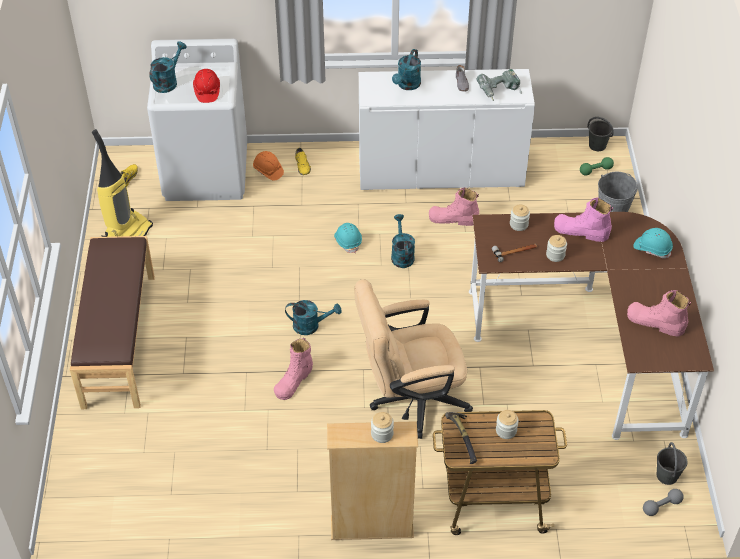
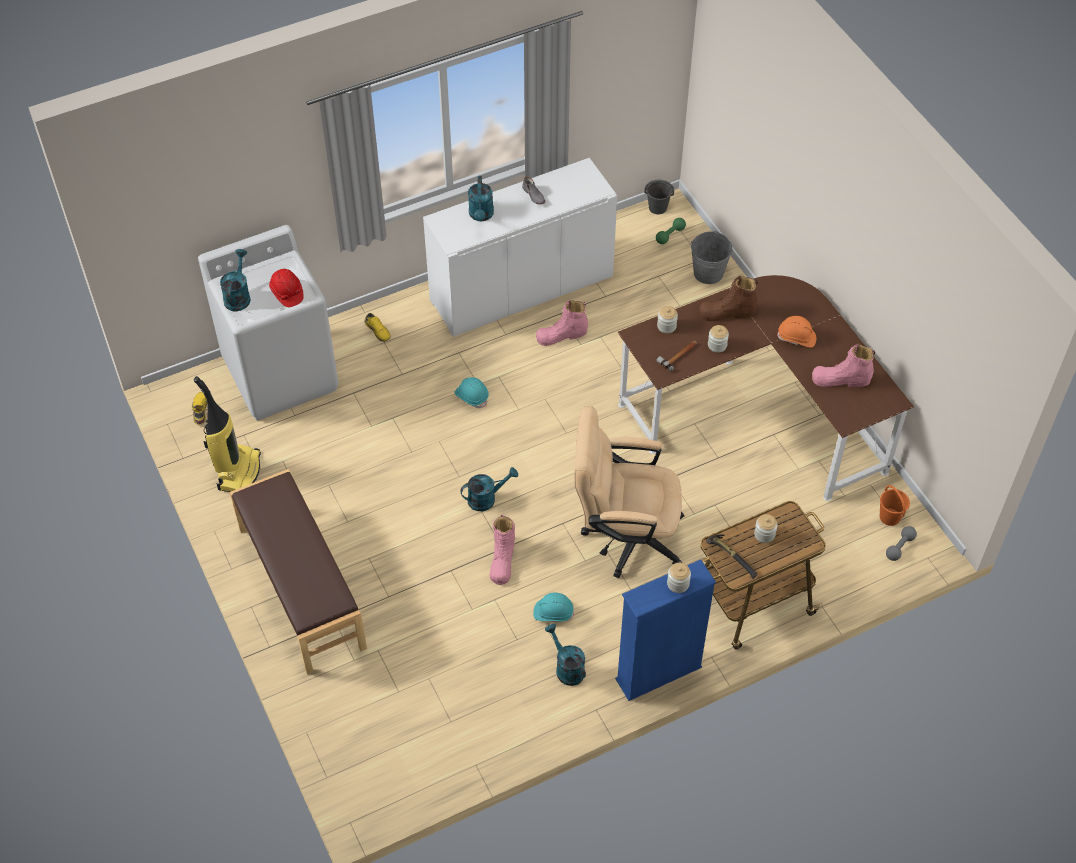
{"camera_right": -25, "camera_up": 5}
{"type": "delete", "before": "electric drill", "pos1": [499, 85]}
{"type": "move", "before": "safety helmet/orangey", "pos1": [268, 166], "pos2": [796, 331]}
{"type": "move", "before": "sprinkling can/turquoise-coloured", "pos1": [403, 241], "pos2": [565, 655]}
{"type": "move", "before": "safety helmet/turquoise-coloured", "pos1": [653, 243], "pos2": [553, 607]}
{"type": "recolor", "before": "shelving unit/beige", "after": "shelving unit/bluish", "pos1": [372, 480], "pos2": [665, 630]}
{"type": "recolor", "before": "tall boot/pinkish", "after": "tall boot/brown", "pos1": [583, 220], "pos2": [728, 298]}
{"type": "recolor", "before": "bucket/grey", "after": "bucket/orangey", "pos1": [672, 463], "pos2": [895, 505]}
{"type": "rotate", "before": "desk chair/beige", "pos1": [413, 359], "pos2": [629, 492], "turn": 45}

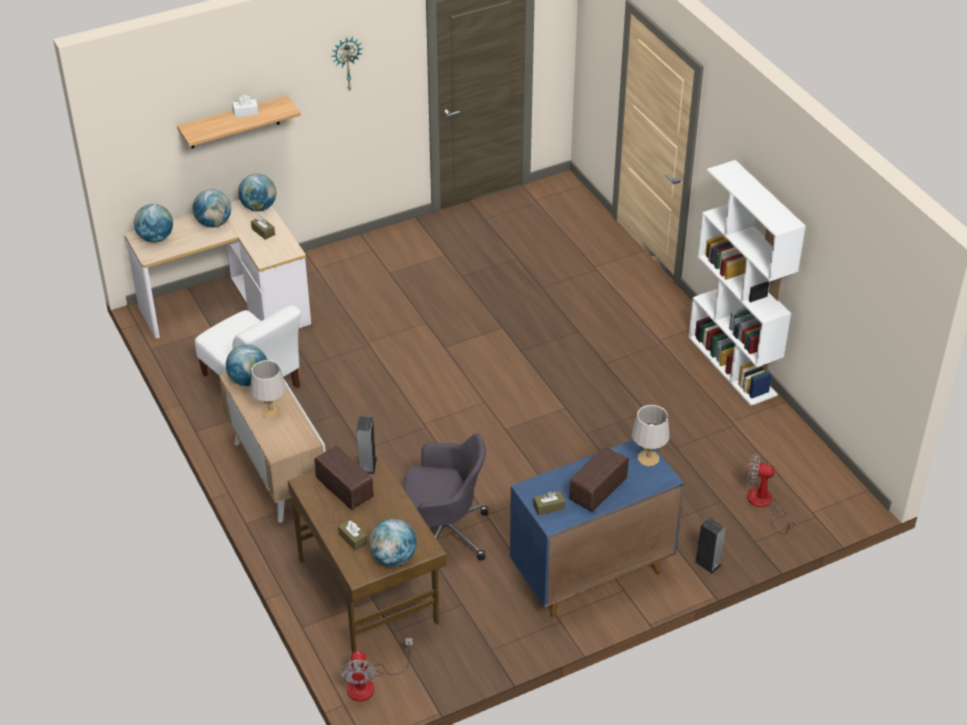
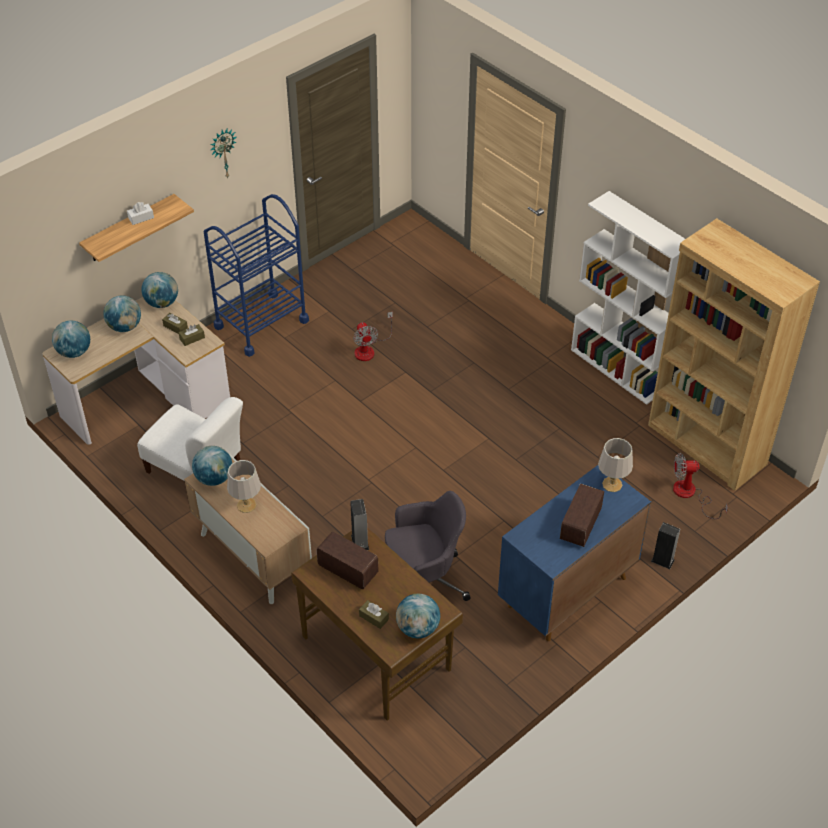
{"camera_right": -15, "camera_up": 5}
{"type": "insert", "after": "trolley/bluish", "pos2": [256, 275]}
{"type": "insert", "after": "shelving unit/brown", "pos2": [734, 354]}
{"type": "move", "before": "fan", "pos1": [376, 669], "pos2": [373, 336]}
{"type": "move", "before": "tissue box/brown", "pos1": [549, 503], "pos2": [192, 335]}

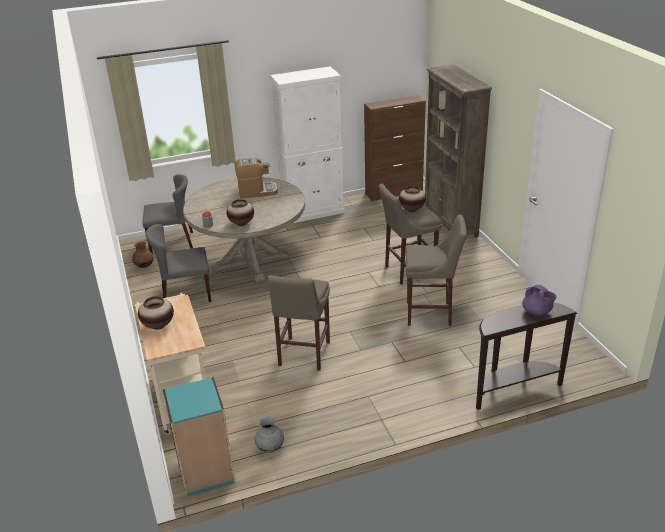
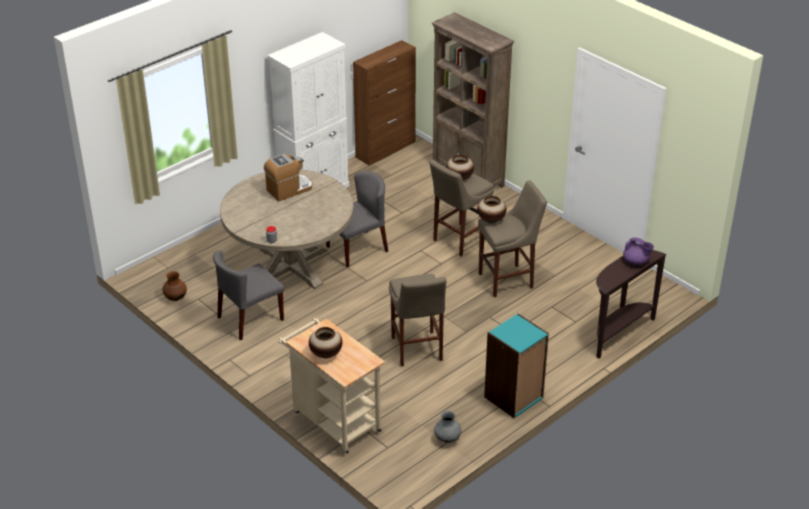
{"camera_right": -25, "camera_up": 5}
{"type": "move", "before": "chair/grey", "pos1": [168, 214], "pos2": [357, 219]}
{"type": "move", "before": "shelving unit/turquoise-coloured", "pos1": [199, 437], "pos2": [516, 365]}
{"type": "move", "before": "vase", "pos1": [240, 212], "pos2": [491, 210]}

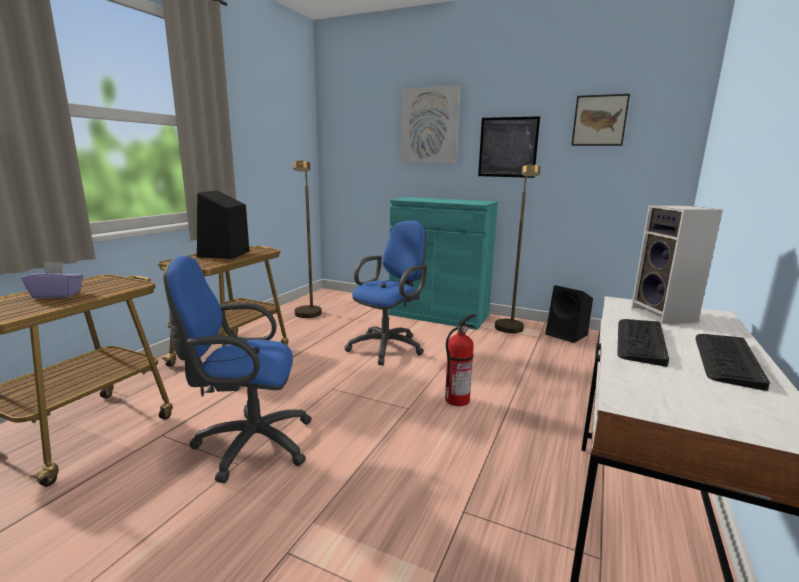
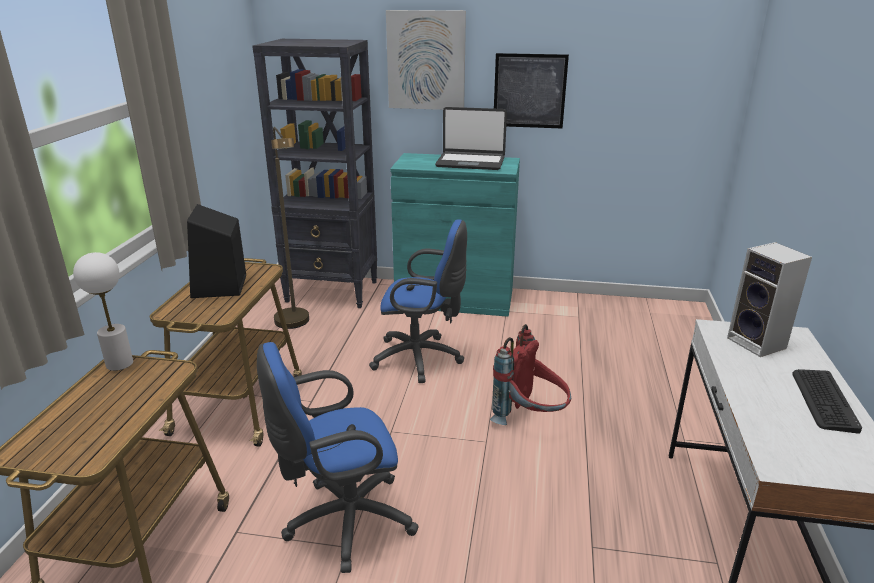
{"camera_right": -15, "camera_up": 10}
{"type": "delete", "before": "tissue box/purplish", "pos1": [52, 280]}
{"type": "delete", "before": "standard lamp/brown", "pos1": [517, 248]}
{"type": "delete", "before": "speaker/black-coloured", "pos1": [569, 314]}
{"type": "delete", "before": "picture", "pos1": [600, 120]}
{"type": "delete", "before": "PC keyboard", "pos1": [643, 343]}
{"type": "insert", "after": "table lamp/white", "pos2": [103, 311]}
{"type": "insert", "after": "shelving unit/black-coloured", "pos2": [314, 173]}
{"type": "insert", "after": "notebook computer", "pos2": [471, 138]}
{"type": "replace", "before": "fire-fighting cylinder", "after": "rucksack/red-coloured", "pos1": [461, 360], "pos2": [530, 374]}
{"type": "rotate", "before": "desk chair/bluish", "pos1": [385, 293], "pos2": [418, 301], "turn": 75}

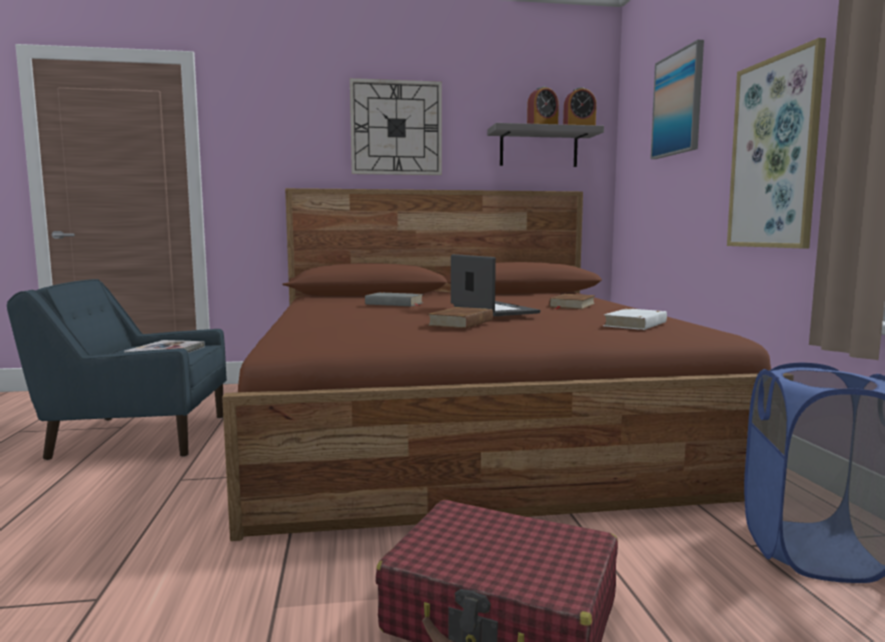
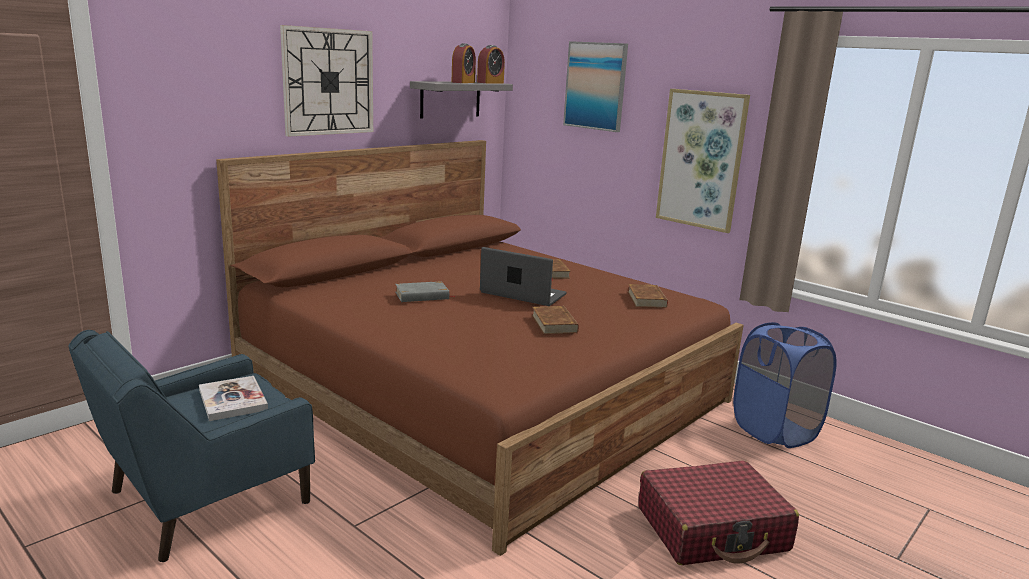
{"camera_right": -40, "camera_up": 10}
{"type": "recolor", "before": "book/white", "after": "book/brown", "pos1": [635, 319], "pos2": [647, 296]}

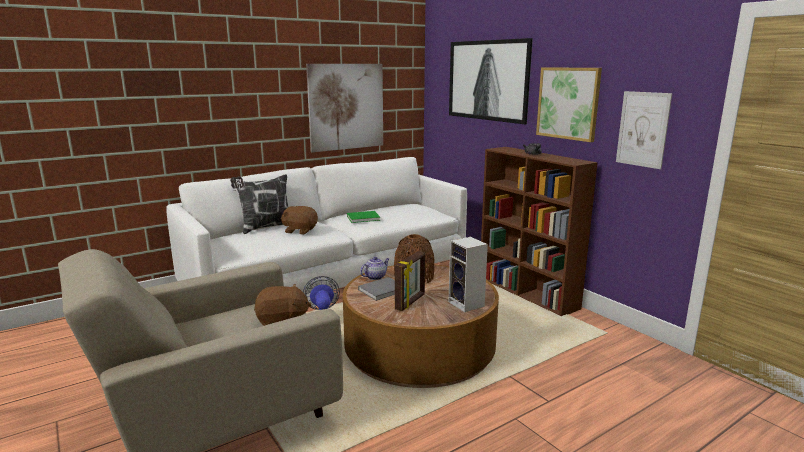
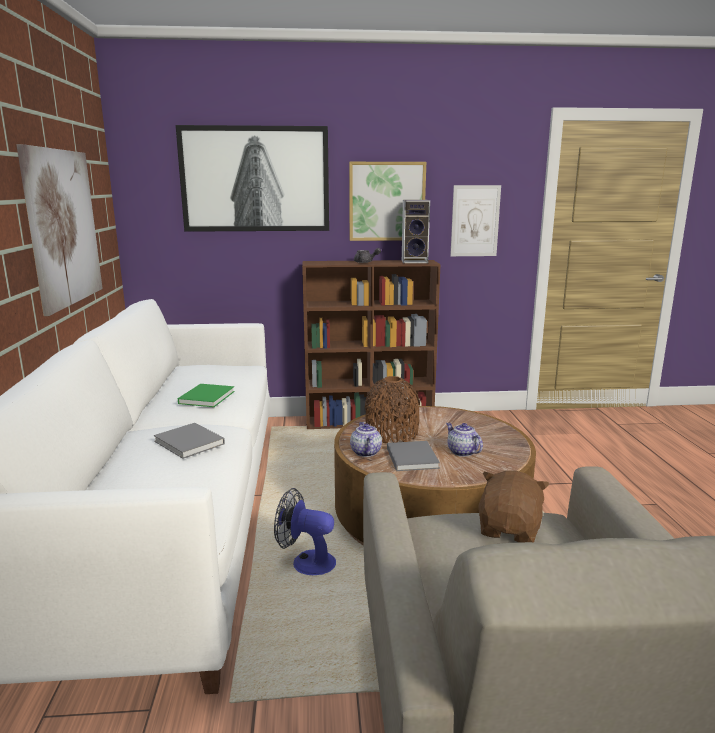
{"camera_right": -60, "camera_up": 0}
{"type": "delete", "before": "throw pillow", "pos1": [259, 204]}
{"type": "move", "before": "speaker", "pos1": [468, 274], "pos2": [416, 231]}
{"type": "replace", "before": "plush toy/brown", "after": "book/grey", "pos1": [299, 220], "pos2": [189, 441]}
{"type": "replace", "before": "picture frame", "after": "tea pot", "pos1": [410, 281], "pos2": [464, 440]}

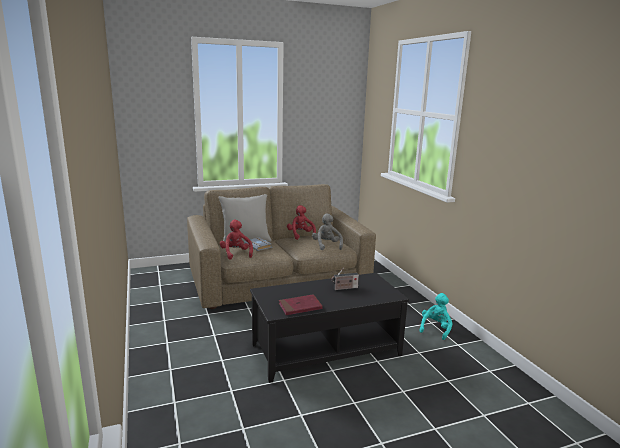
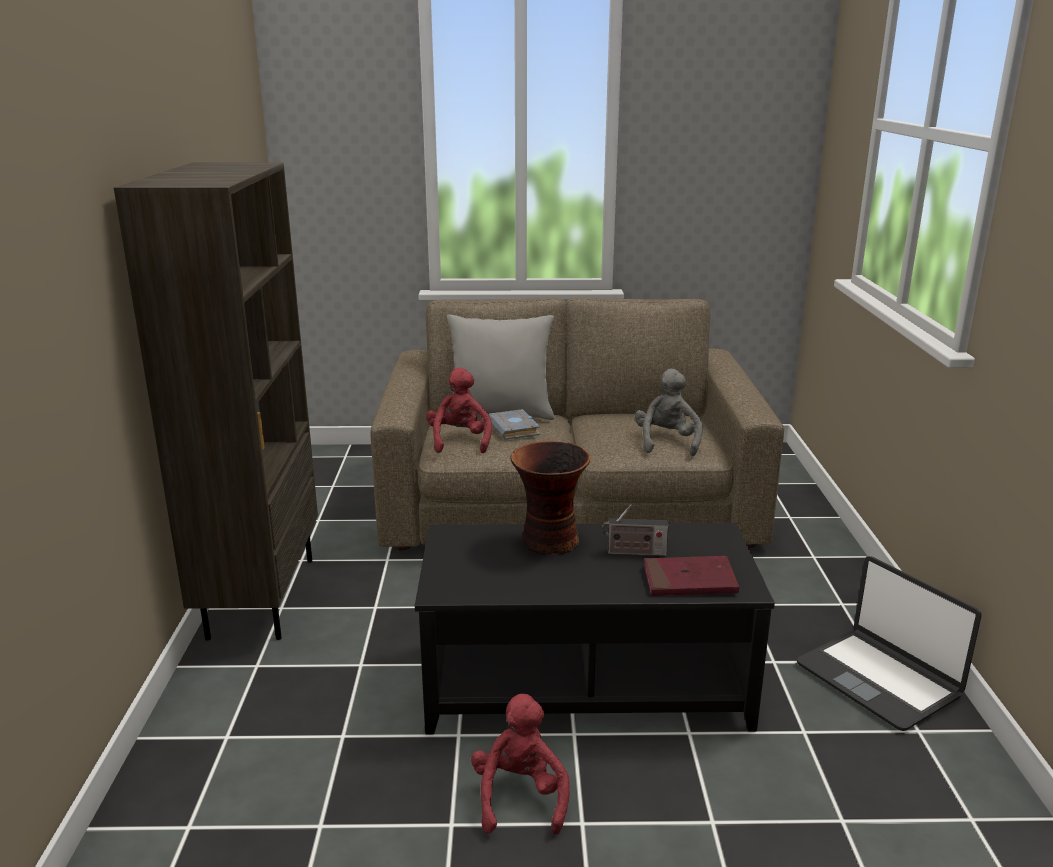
{"camera_right": 20, "camera_up": 5}
{"type": "insert", "after": "shelving unit/brown", "pos2": [216, 401]}
{"type": "insert", "after": "vase", "pos2": [550, 498]}
{"type": "move", "before": "book/red-coloured", "pos1": [301, 304], "pos2": [691, 576]}
{"type": "move", "before": "plush toy/red-coloured", "pos1": [301, 222], "pos2": [520, 764]}
{"type": "replace", "before": "plush toy/turquoise-coloured", "after": "notebook computer", "pos1": [435, 316], "pos2": [889, 643]}

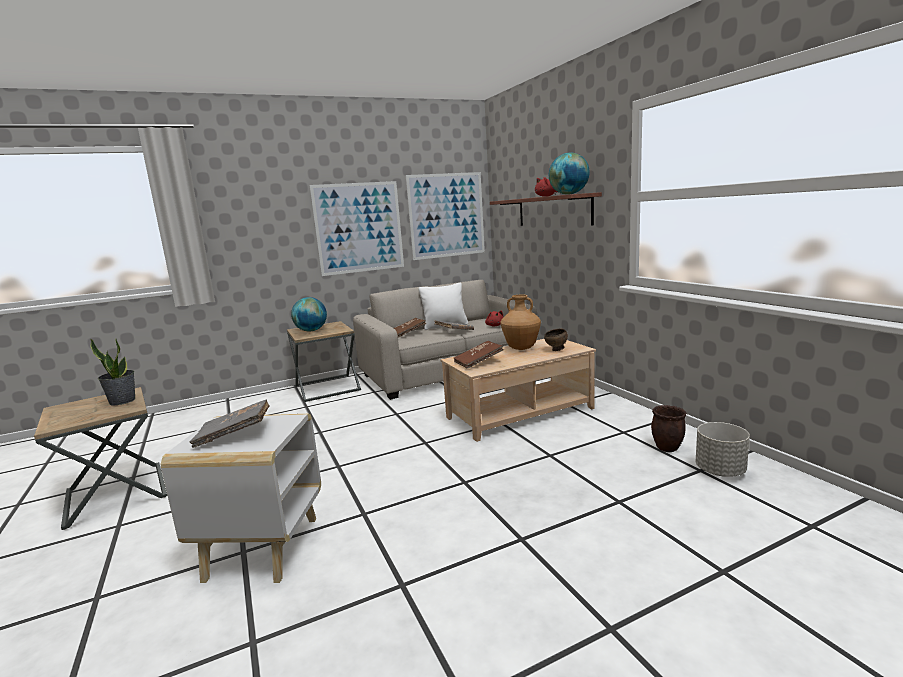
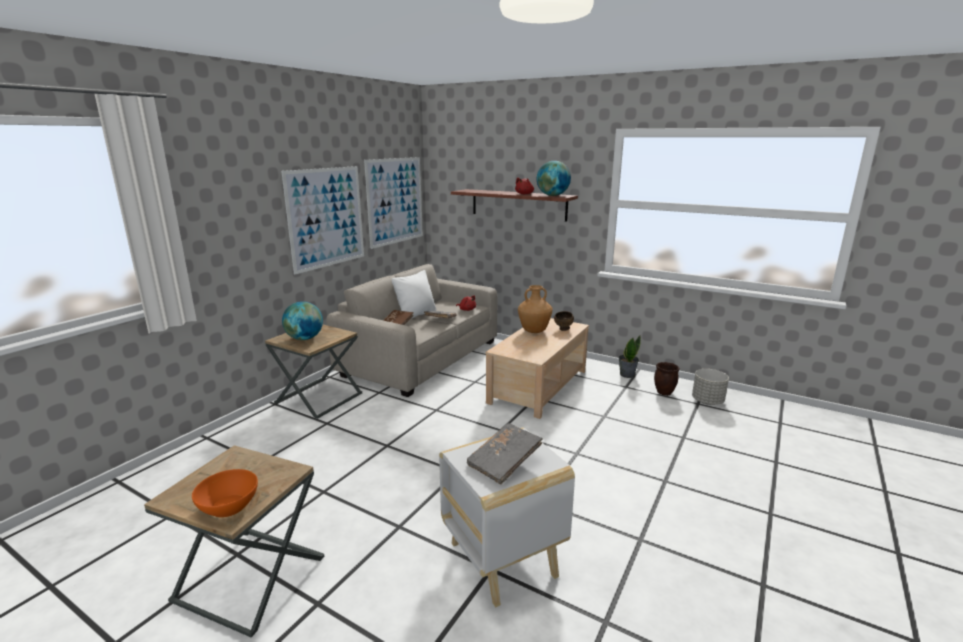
{"camera_right": -35, "camera_up": 5}
{"type": "delete", "before": "book/brown", "pos1": [478, 355]}
{"type": "insert", "after": "bowl/orangey", "pos2": [225, 493]}
{"type": "move", "before": "potted plant", "pos1": [112, 372], "pos2": [629, 357]}

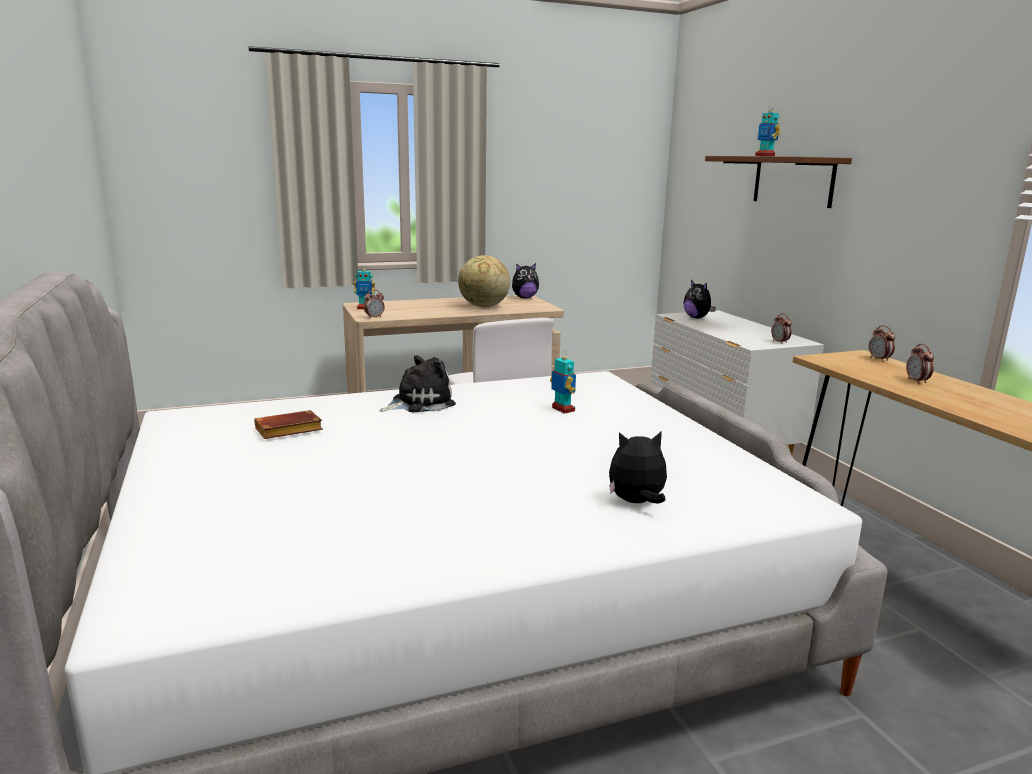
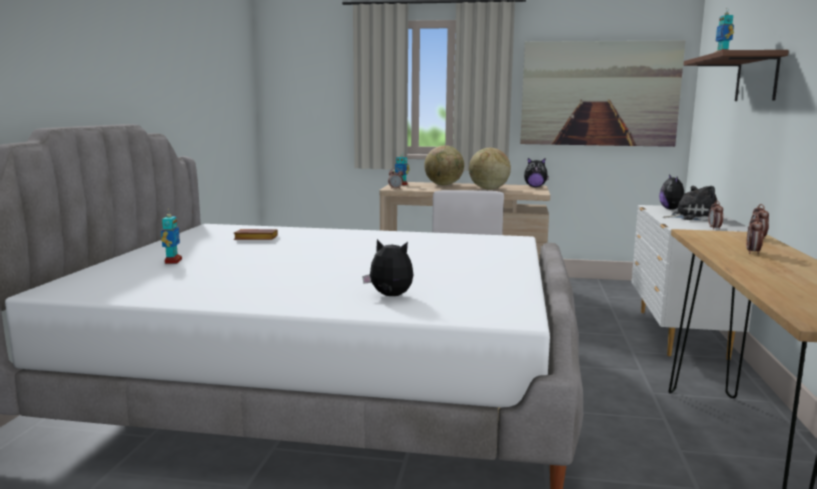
{"camera_right": 30, "camera_up": -5}
{"type": "insert", "after": "globe", "pos2": [444, 165]}
{"type": "insert", "after": "picture", "pos2": [602, 93]}
{"type": "move", "before": "plush toy", "pos1": [417, 383], "pos2": [690, 203]}
{"type": "move", "before": "model robot", "pos1": [563, 382], "pos2": [171, 237]}

